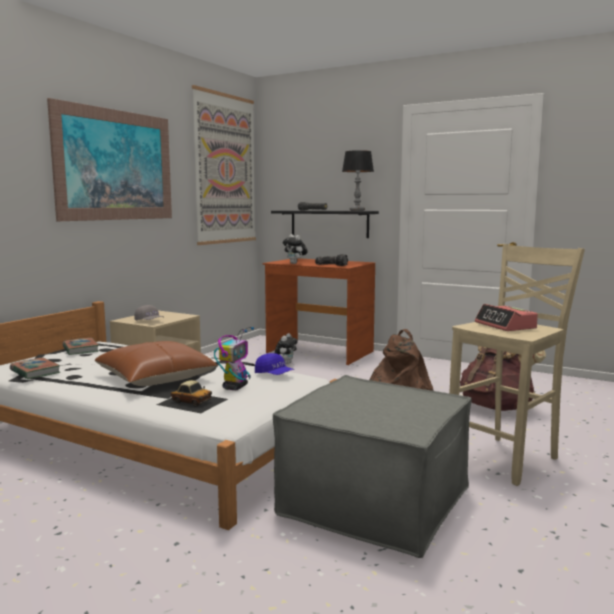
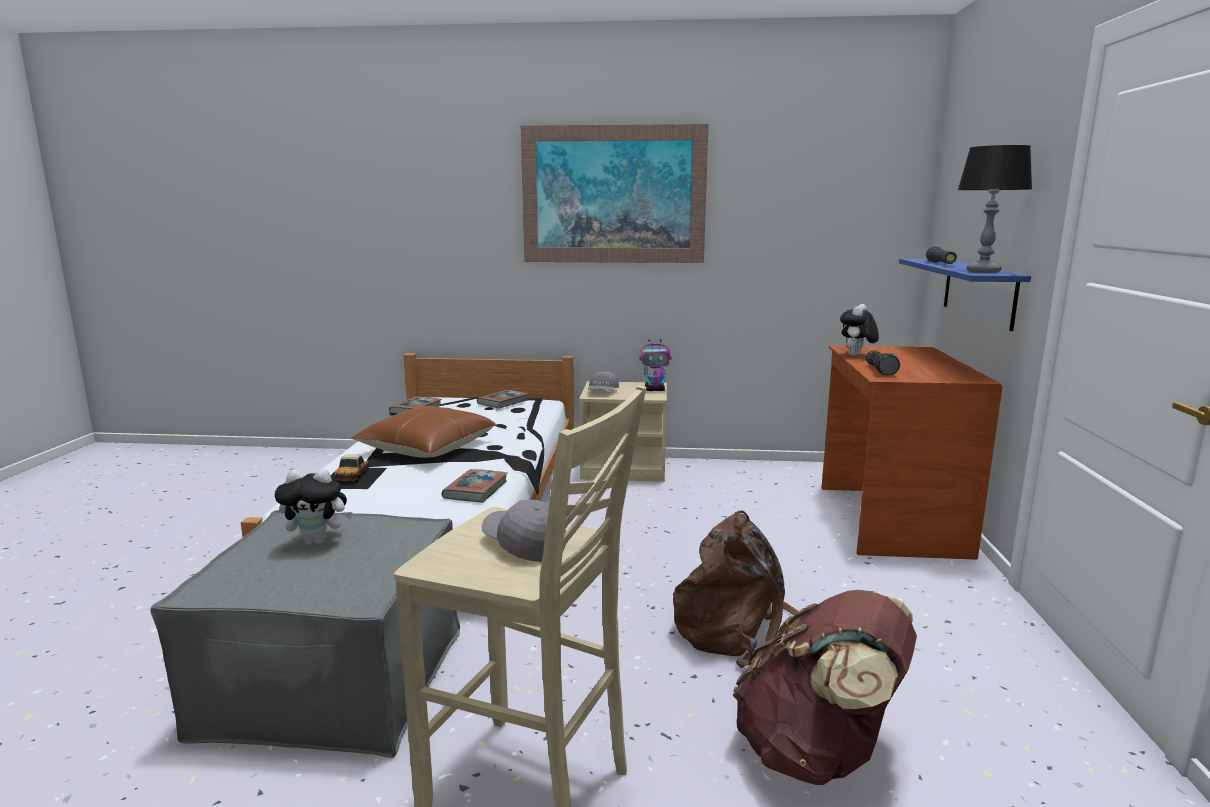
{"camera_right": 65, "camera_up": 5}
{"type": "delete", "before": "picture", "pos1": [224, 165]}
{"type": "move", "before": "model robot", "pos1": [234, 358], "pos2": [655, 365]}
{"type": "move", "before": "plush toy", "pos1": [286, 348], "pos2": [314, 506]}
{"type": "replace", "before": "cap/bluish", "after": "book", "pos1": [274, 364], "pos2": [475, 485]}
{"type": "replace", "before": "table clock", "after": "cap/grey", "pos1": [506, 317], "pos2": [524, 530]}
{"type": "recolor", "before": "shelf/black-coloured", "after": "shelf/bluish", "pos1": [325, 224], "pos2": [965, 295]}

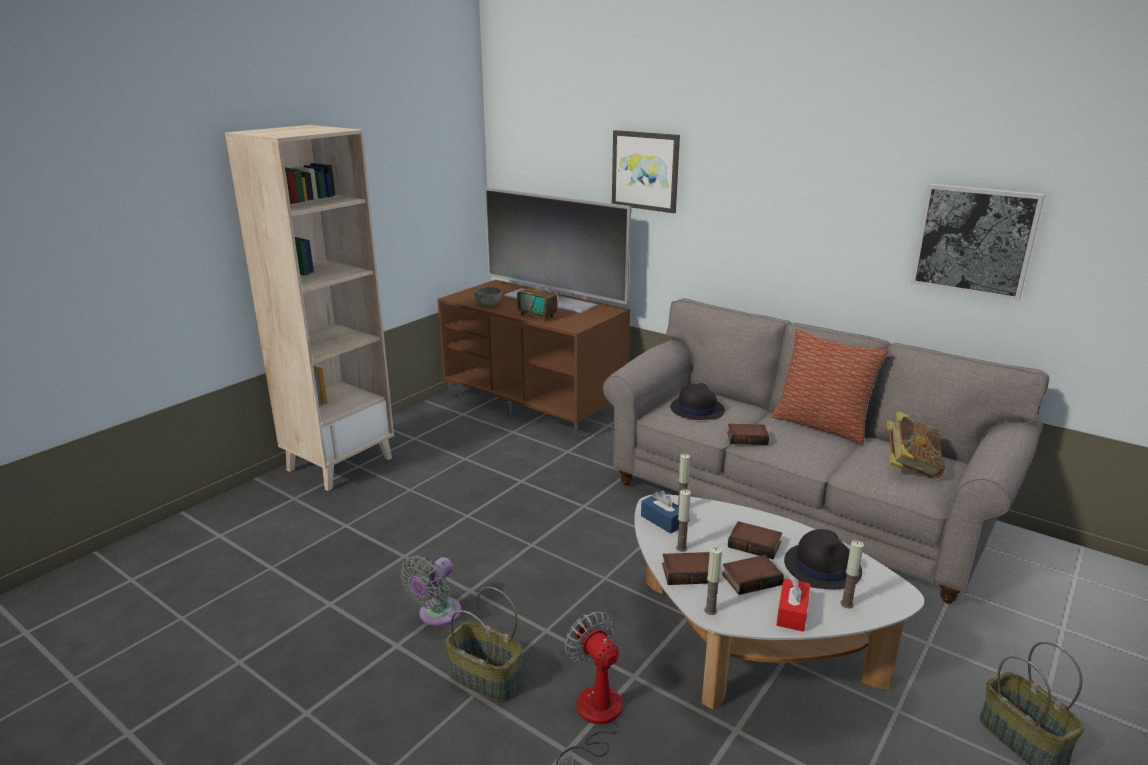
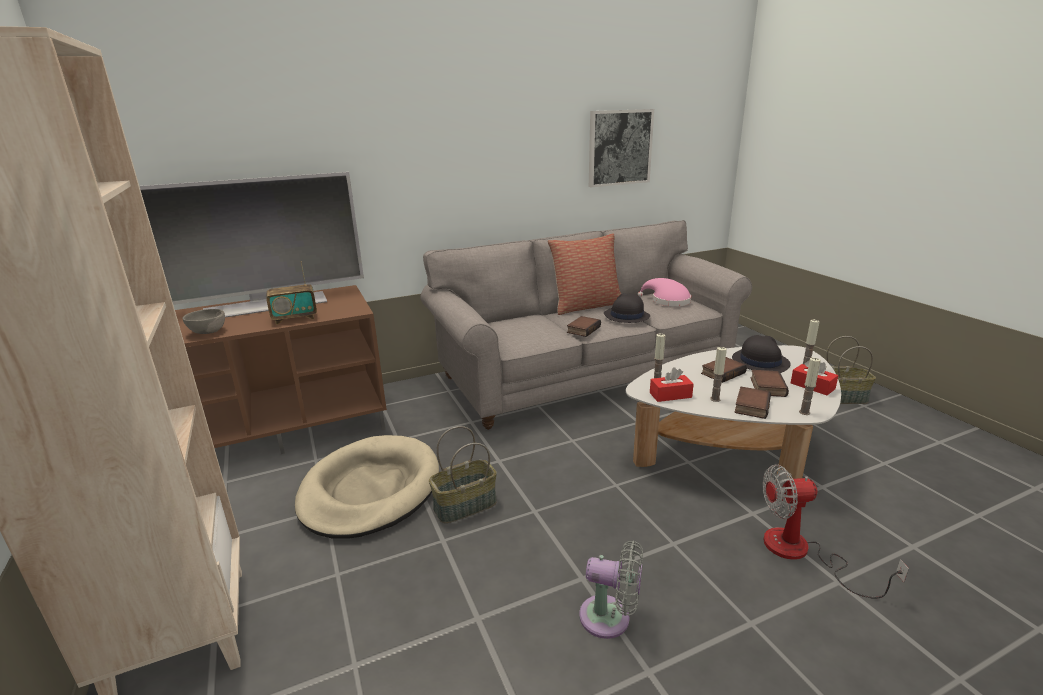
{"camera_right": -60, "camera_up": 0}
{"type": "delete", "before": "picture", "pos1": [646, 171]}
{"type": "insert", "after": "pet bed/beige", "pos2": [367, 487]}
{"type": "move", "before": "basket", "pos1": [484, 644], "pos2": [463, 474]}
{"type": "move", "before": "wearable hat/black-coloured", "pos1": [697, 401], "pos2": [627, 308]}
{"type": "replace", "before": "book", "after": "wearable hat/pinkish", "pos1": [916, 444], "pos2": [664, 292]}
{"type": "recolor", "before": "tissue box/bluish", "after": "tissue box/red-coloured", "pos1": [660, 512], "pos2": [672, 384]}
{"type": "rotate", "before": "fan/grey", "pos1": [430, 590], "pos2": [611, 590], "turn": -45}

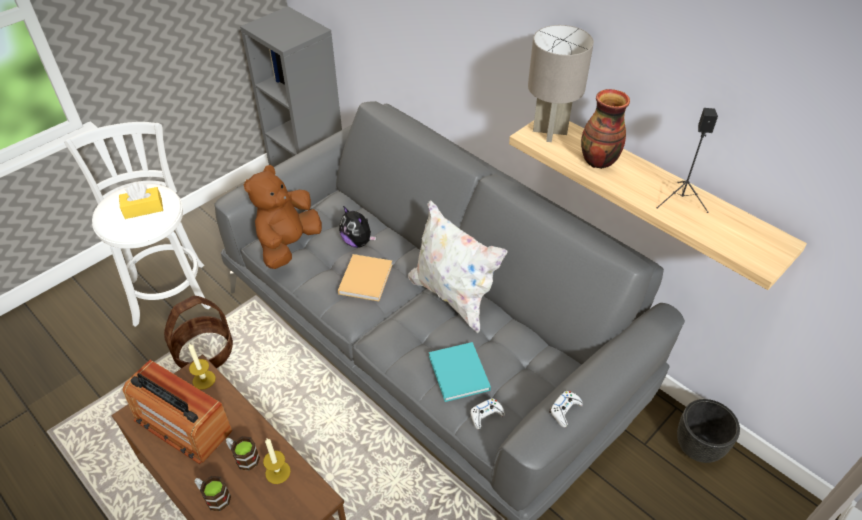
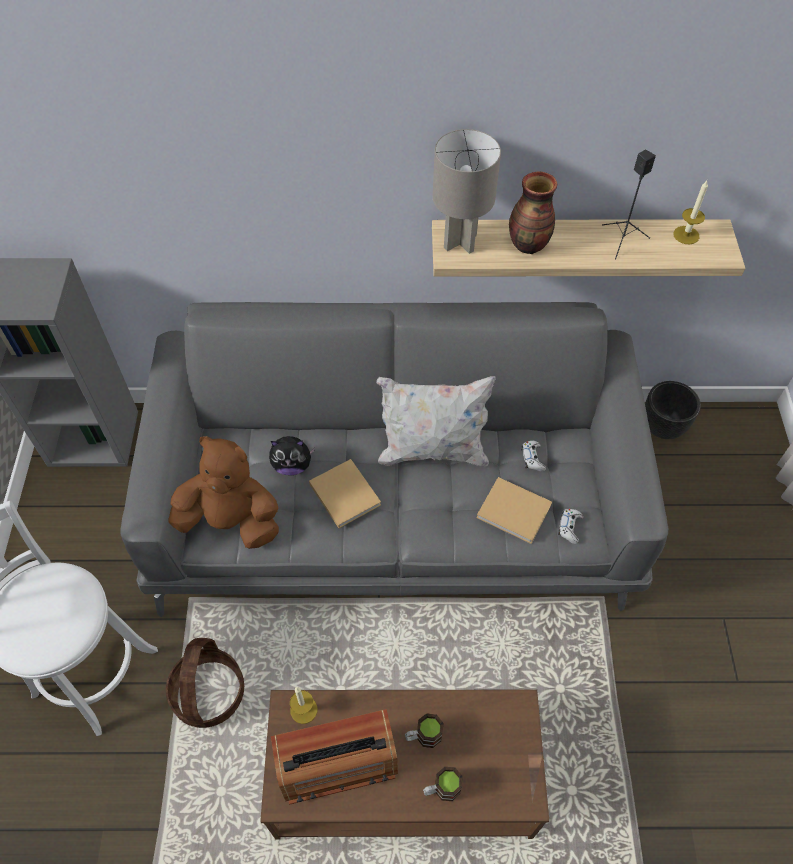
{"camera_right": -45, "camera_up": 10}
{"type": "delete", "before": "tissue box/yellow", "pos1": [141, 201]}
{"type": "move", "before": "candle", "pos1": [277, 461], "pos2": [690, 212]}
{"type": "move", "before": "game controller/white", "pos1": [566, 409], "pos2": [533, 455]}
{"type": "recolor", "before": "book/turquoise-coloured", "after": "book/beige", "pos1": [460, 372], "pos2": [514, 510]}
{"type": "rotate", "before": "plush toy/brown", "pos1": [283, 217], "pos2": [223, 492], "turn": 120}

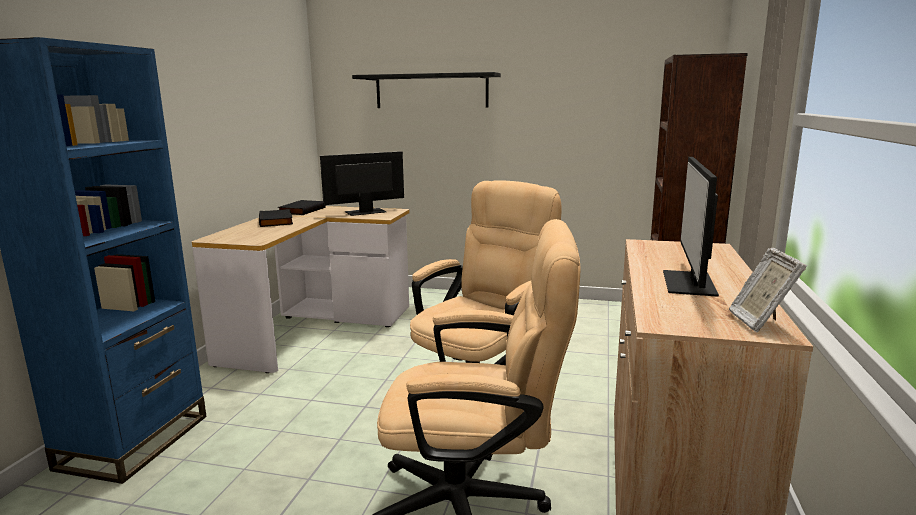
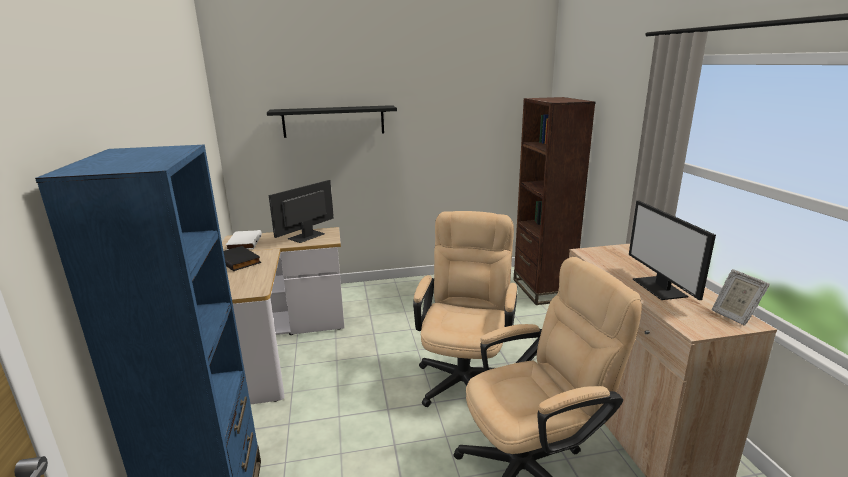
{"camera_right": -25, "camera_up": 5}
{"type": "recolor", "before": "book/black-coloured", "after": "book/white", "pos1": [302, 207], "pos2": [244, 240]}

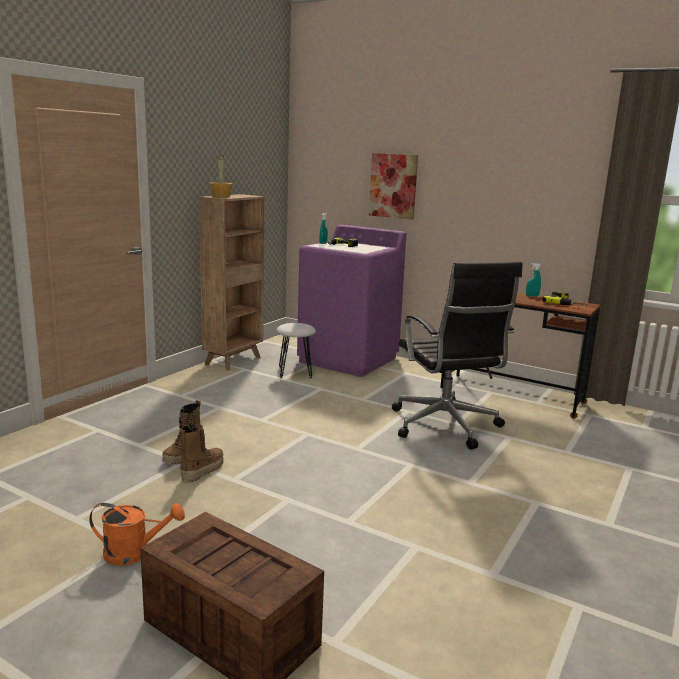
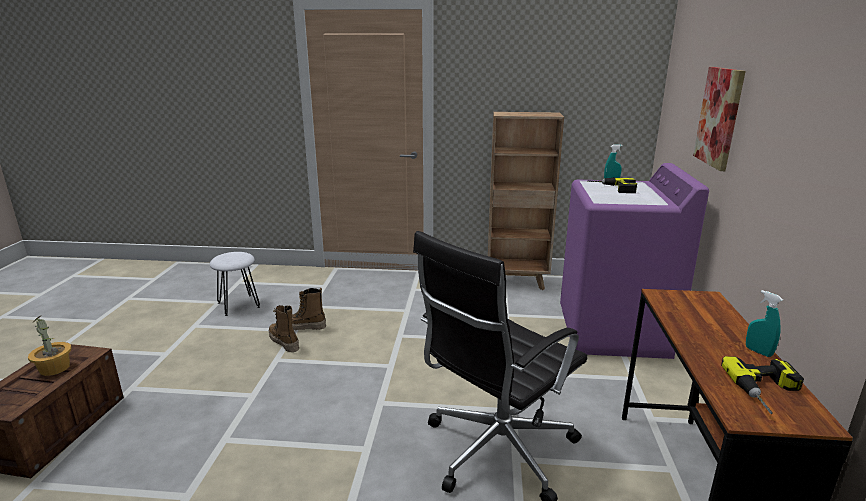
{"camera_right": 65, "camera_up": 5}
{"type": "delete", "before": "sprinkling can/orangey", "pos1": [137, 534]}
{"type": "move", "before": "potted plant", "pos1": [221, 176], "pos2": [50, 346]}
{"type": "move", "before": "stool seat/white", "pos1": [296, 350], "pos2": [235, 284]}
{"type": "rotate", "before": "tall boot", "pos1": [201, 453], "pos2": [284, 328], "turn": -135}

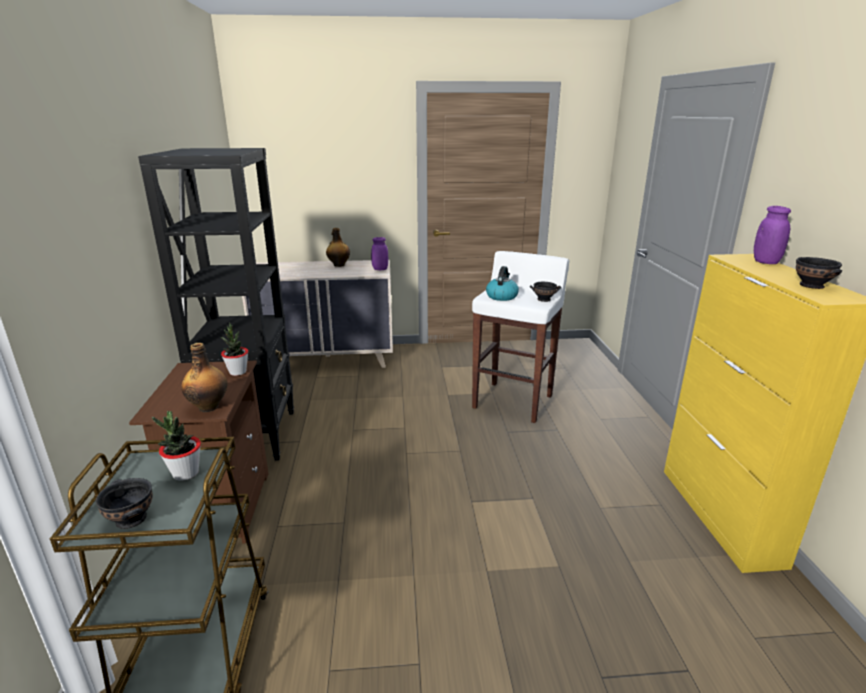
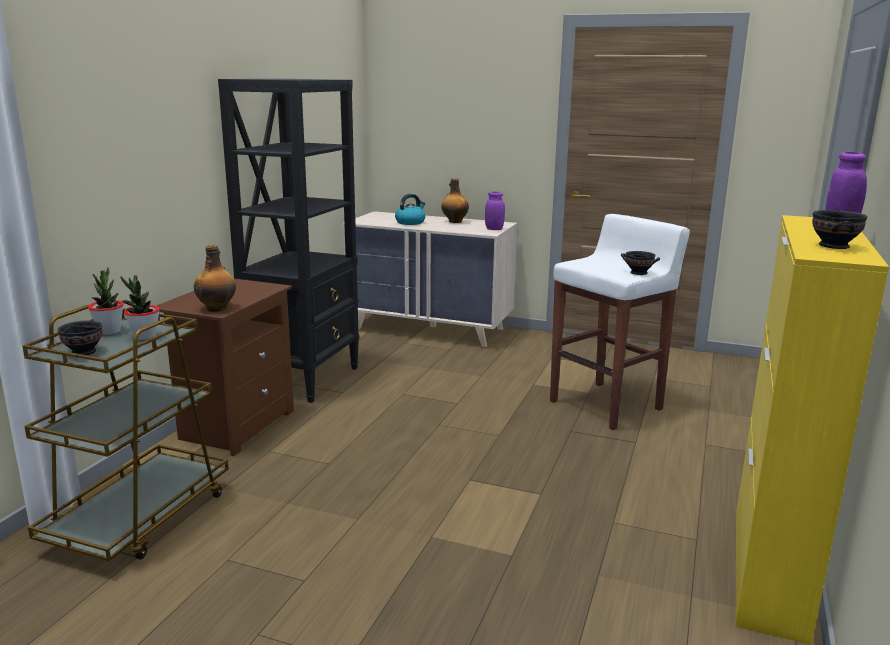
{"camera_right": 25, "camera_up": -5}
{"type": "move", "before": "potted plant", "pos1": [234, 349], "pos2": [106, 301]}
{"type": "move", "before": "tea kettle", "pos1": [502, 283], "pos2": [410, 209]}

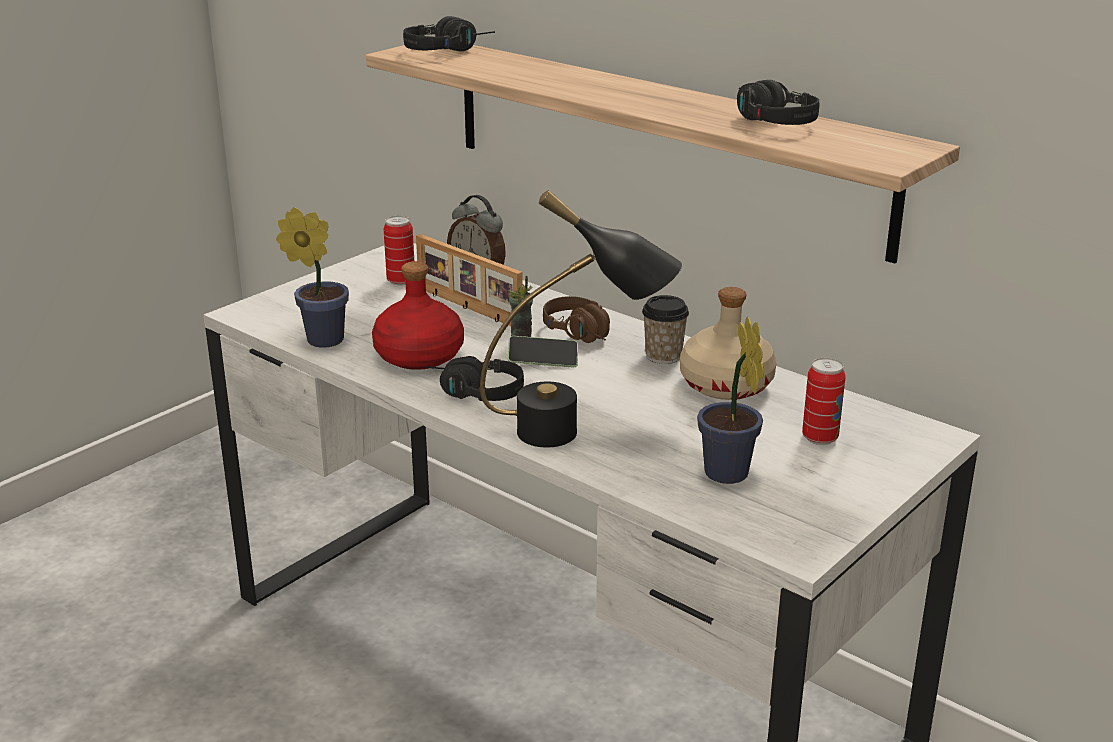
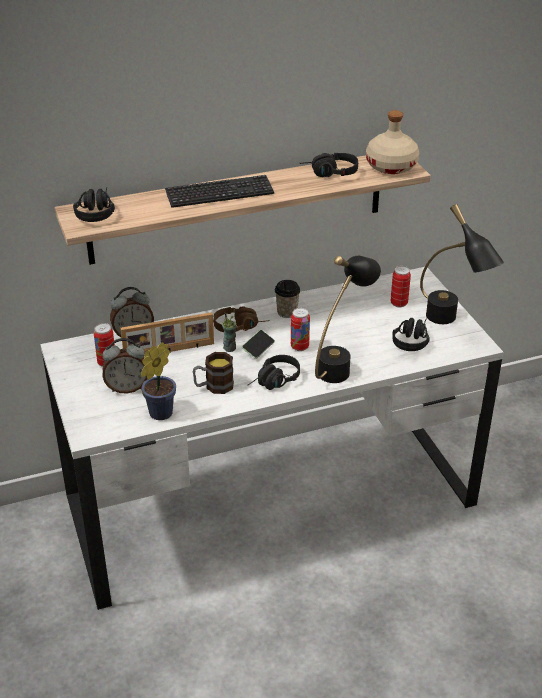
{"camera_right": -60, "camera_up": 10}
{"type": "insert", "after": "table clock", "pos2": [124, 366]}
{"type": "insert", "after": "PC keyboard", "pos2": [219, 191]}
{"type": "insert", "after": "can", "pos2": [300, 329]}
{"type": "insert", "after": "table lamp/black-coloured", "pos2": [462, 264]}
{"type": "move", "before": "drink bottle/beige", "pos1": [728, 343], "pos2": [392, 142]}
{"type": "replace", "before": "drink bottle/red-coloured", "after": "tea mug", "pos1": [418, 315], "pos2": [213, 373]}
{"type": "replace", "before": "potted plant", "after": "pair of headphones/black-coloured", "pos1": [730, 400], "pos2": [411, 334]}

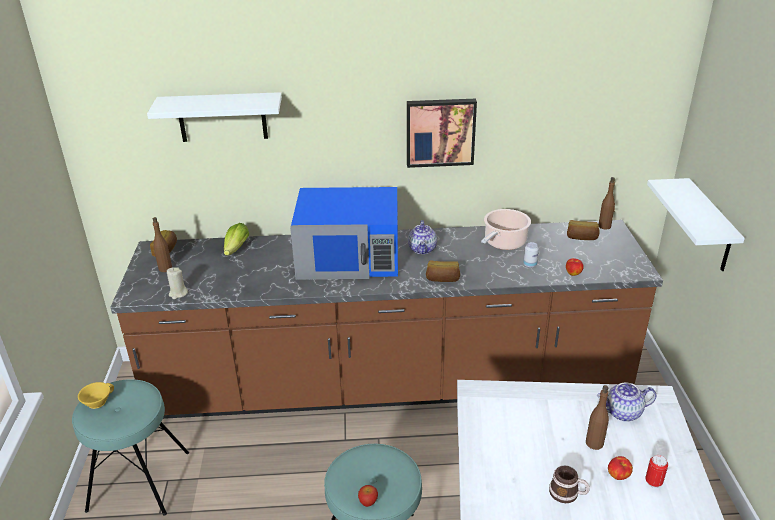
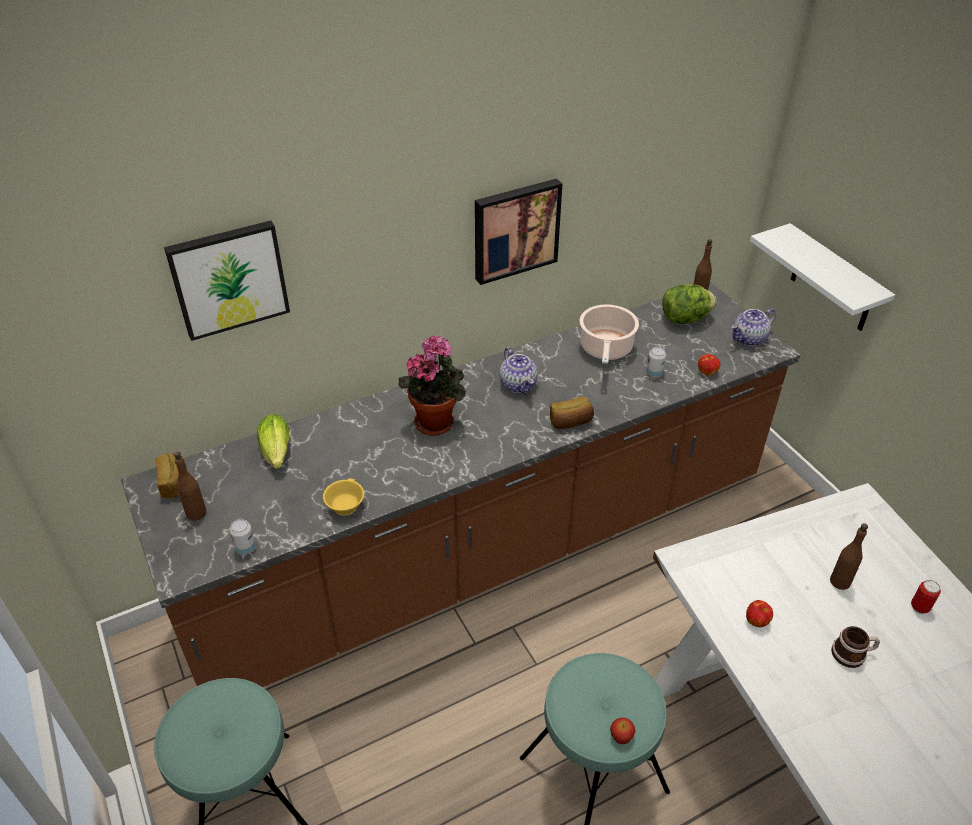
{"camera_right": -25, "camera_up": 10}
{"type": "move", "before": "drinking cup/yellow", "pos1": [96, 395], "pos2": [343, 497]}
{"type": "move", "before": "tea pot", "pos1": [626, 402], "pos2": [753, 327]}
{"type": "move", "before": "apple fruit", "pos1": [620, 468], "pos2": [759, 613]}
{"type": "replace", "before": "shelf/white", "after": "picture", "pos1": [214, 117], "pos2": [227, 280]}
{"type": "replace", "before": "candle/beige", "after": "can", "pos1": [177, 283], "pos2": [243, 537]}
{"type": "replace", "before": "microwave oven/bluish", "after": "potted plant", "pos1": [344, 233], "pos2": [432, 385]}
{"type": "replace", "before": "bakery bread", "after": "lettuce", "pos1": [583, 230], "pos2": [689, 304]}

